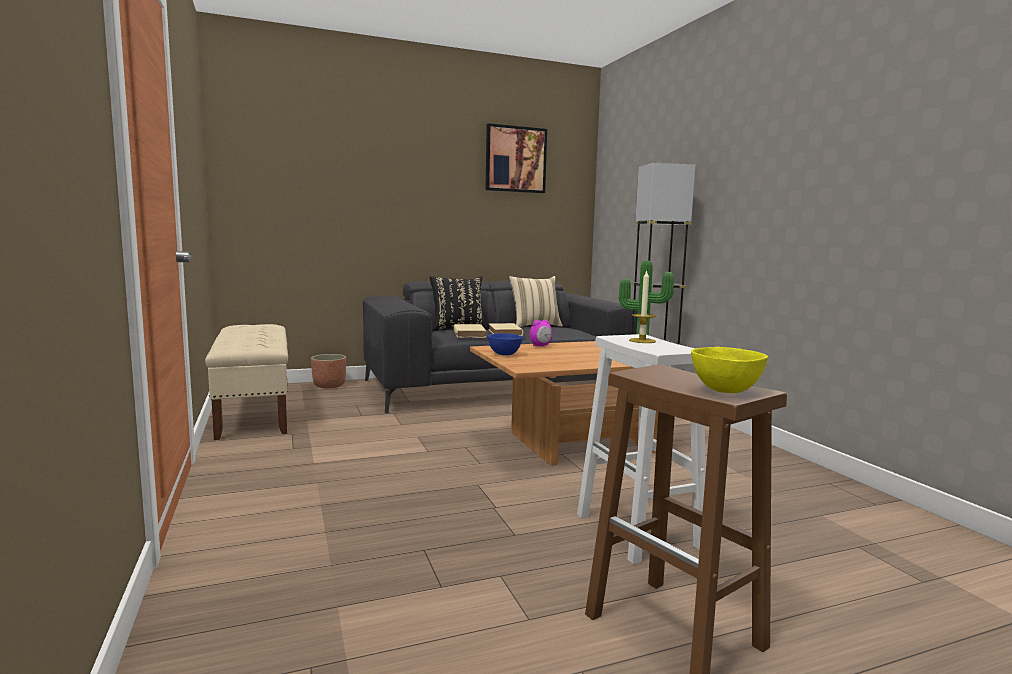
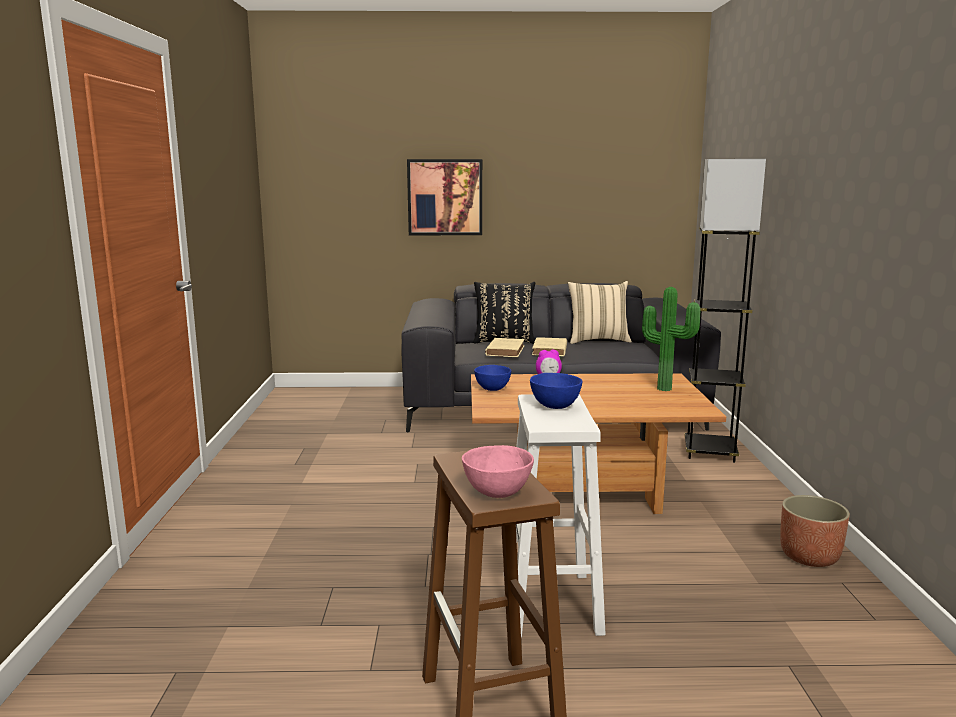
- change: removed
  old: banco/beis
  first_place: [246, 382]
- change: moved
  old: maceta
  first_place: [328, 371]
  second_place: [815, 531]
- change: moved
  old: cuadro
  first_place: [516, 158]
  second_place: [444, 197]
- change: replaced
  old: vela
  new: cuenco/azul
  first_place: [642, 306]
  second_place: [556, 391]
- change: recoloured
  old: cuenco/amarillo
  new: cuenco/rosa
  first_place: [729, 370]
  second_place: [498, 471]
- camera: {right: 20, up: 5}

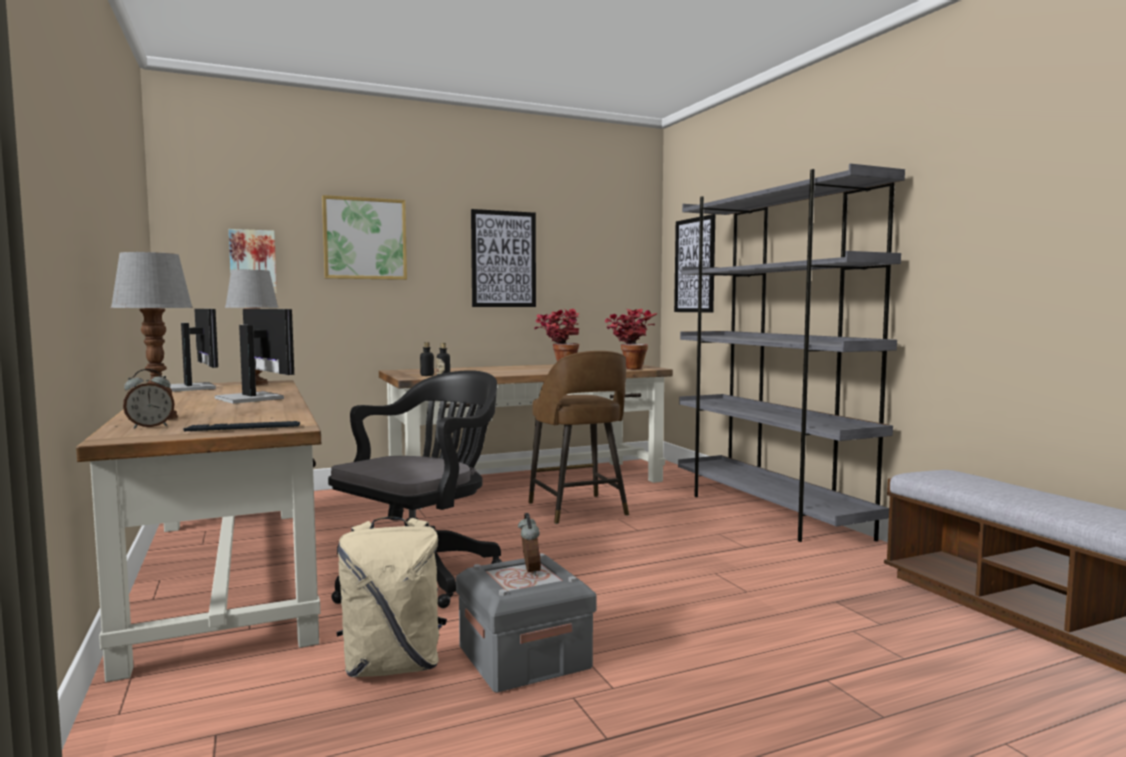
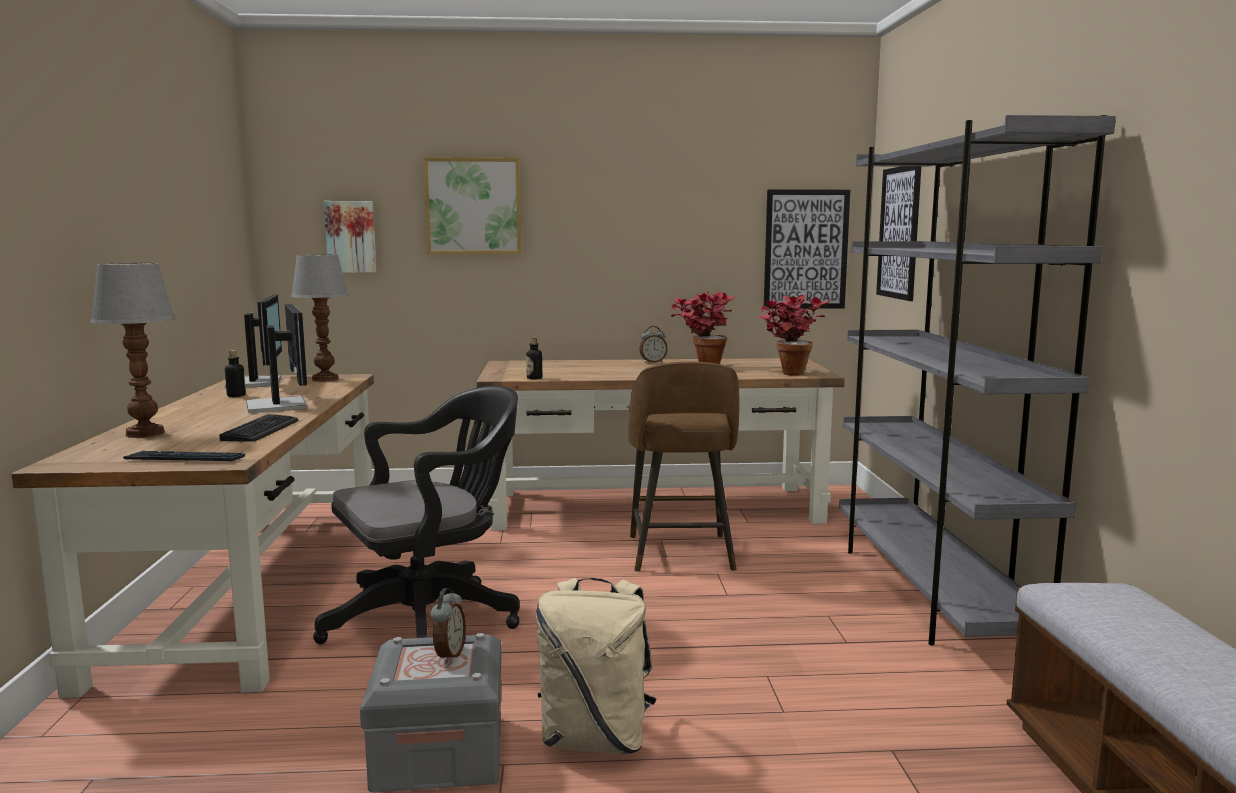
- change: moved
  old: despertador
  first_place: [149, 399]
  second_place: [653, 344]
- change: moved
  old: mochila/beis
  first_place: [391, 597]
  second_place: [596, 666]
- change: moved
  old: botella
  first_place: [427, 359]
  second_place: [235, 373]
- change: moved
  old: cuadro
  first_place: [503, 258]
  second_place: [807, 249]
- change: added
  new: teclado
  second_place: [258, 428]
- camera: {right: 20, up: 5}

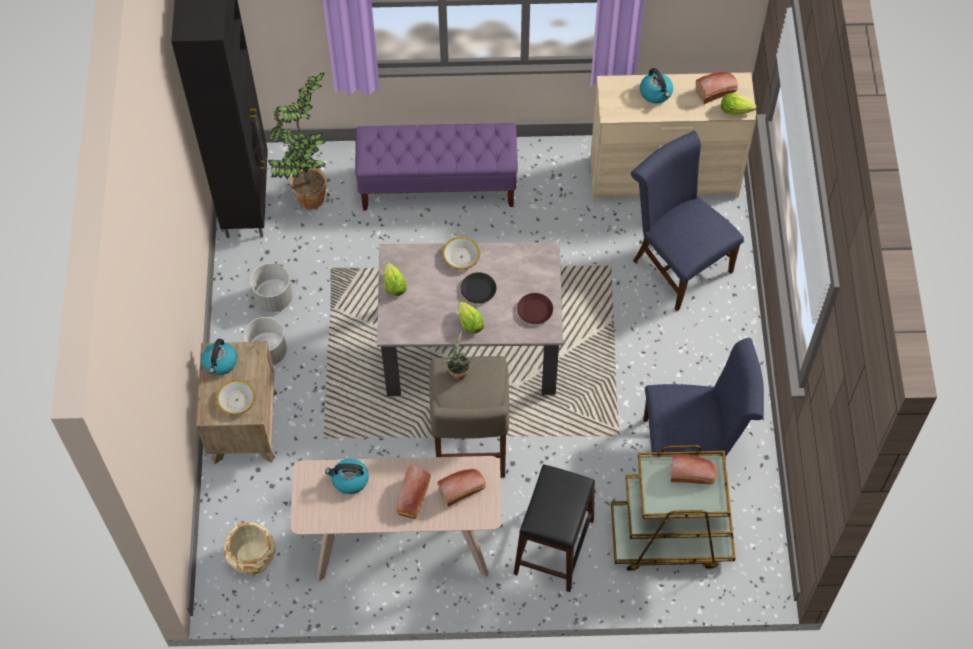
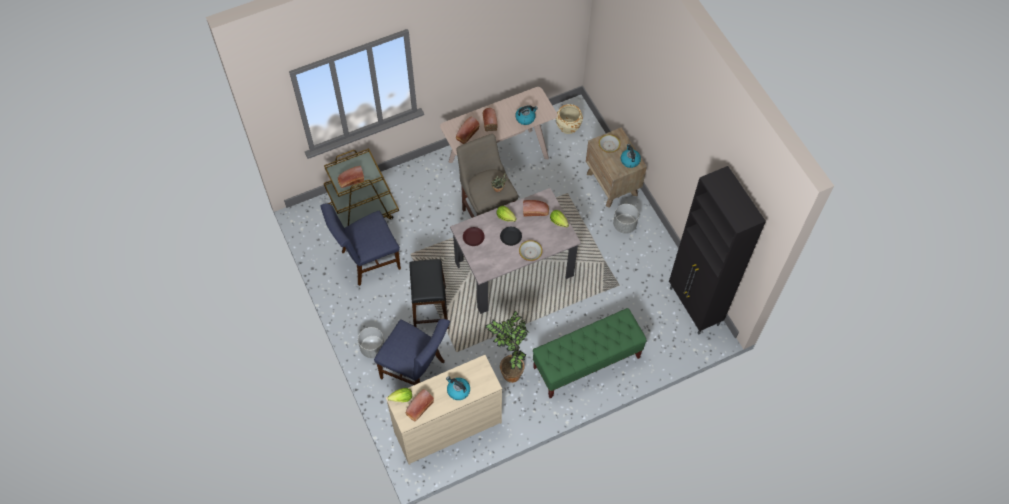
- change: moved
  old: maceta/gris
  first_place: [271, 287]
  second_place: [371, 342]
- change: moved
  old: planta en maceta
  first_place: [297, 141]
  second_place: [507, 347]
- change: recoloured
  old: banco/morado
  new: banco/verde
  first_place: [436, 166]
  second_place: [589, 353]
- change: moved
  old: taburete/negro
  first_place: [554, 528]
  second_place: [429, 294]
- change: added
  new: pan
  second_place: [536, 208]
- camera: {right: 155, up: 0}

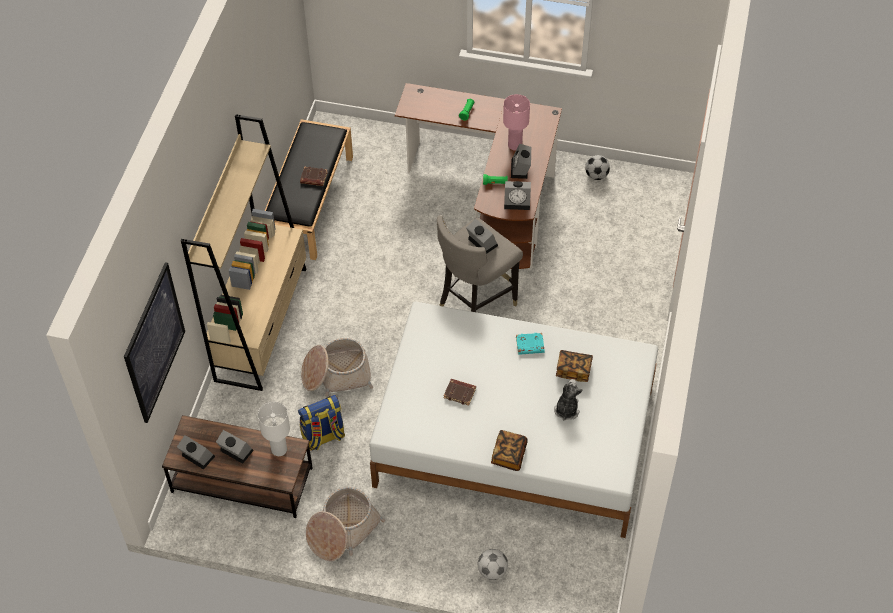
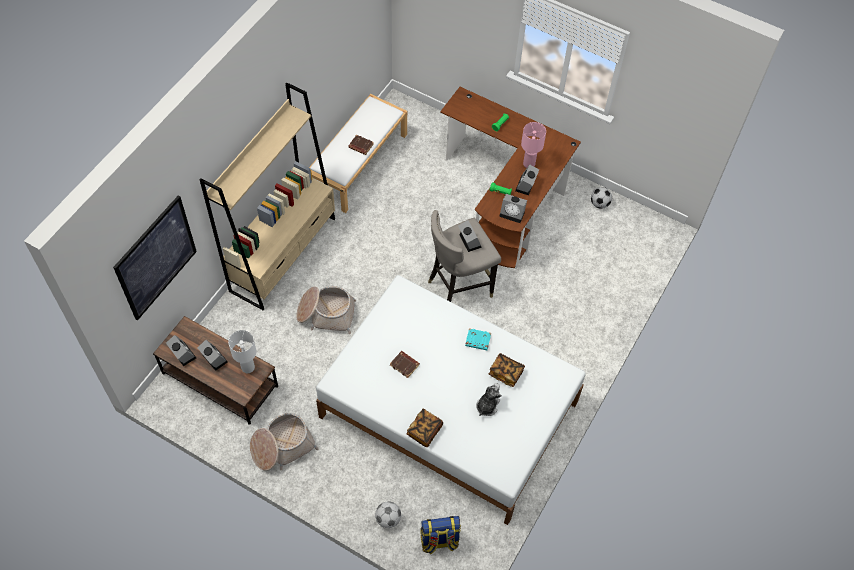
- change: recoloured
  old: banco/negro
  new: banco/blanco
  first_place: [309, 189]
  second_place: [358, 153]
- change: moved
  old: mochila
  first_place: [321, 423]
  second_place: [441, 535]
- camera: {right: 15, up: 5}

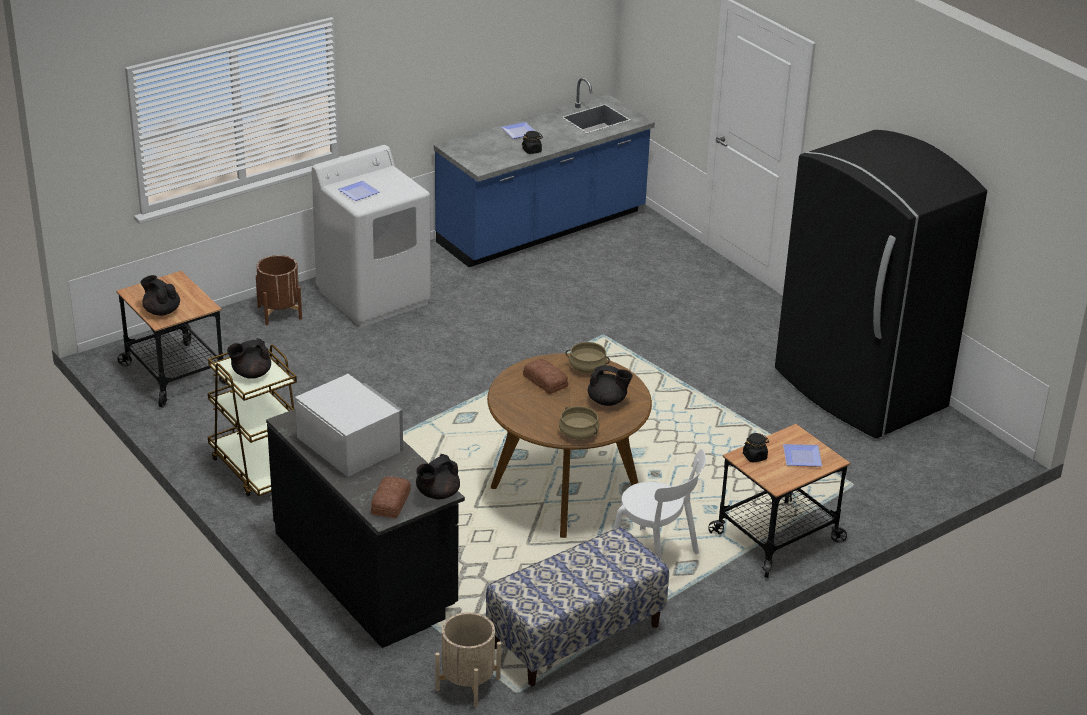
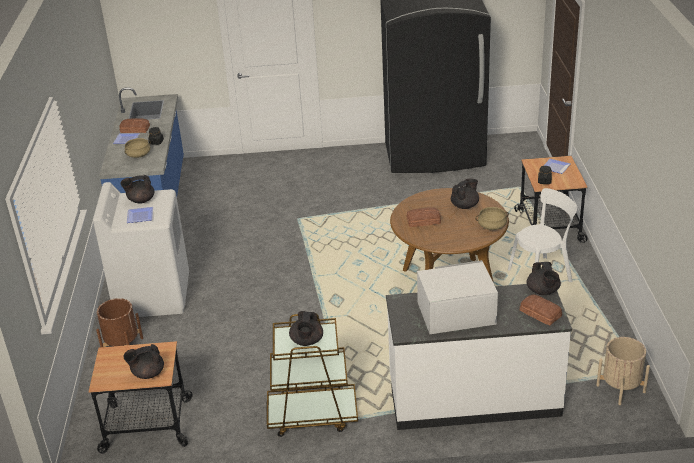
- change: recoloured
  old: mueble bajo de cocina/negro
  new: mueble bajo de cocina/blanco
  first_place: [365, 528]
  second_place: [479, 357]
- change: removed
  old: banco
  first_place: [577, 607]
- change: moved
  old: olla/beis
  first_place: [588, 357]
  second_place: [138, 148]
- change: added
  new: pan
  second_place: [135, 125]
- change: added
  new: tetera/negro
  second_place: [137, 189]
- camera: {right: -55, up: 0}

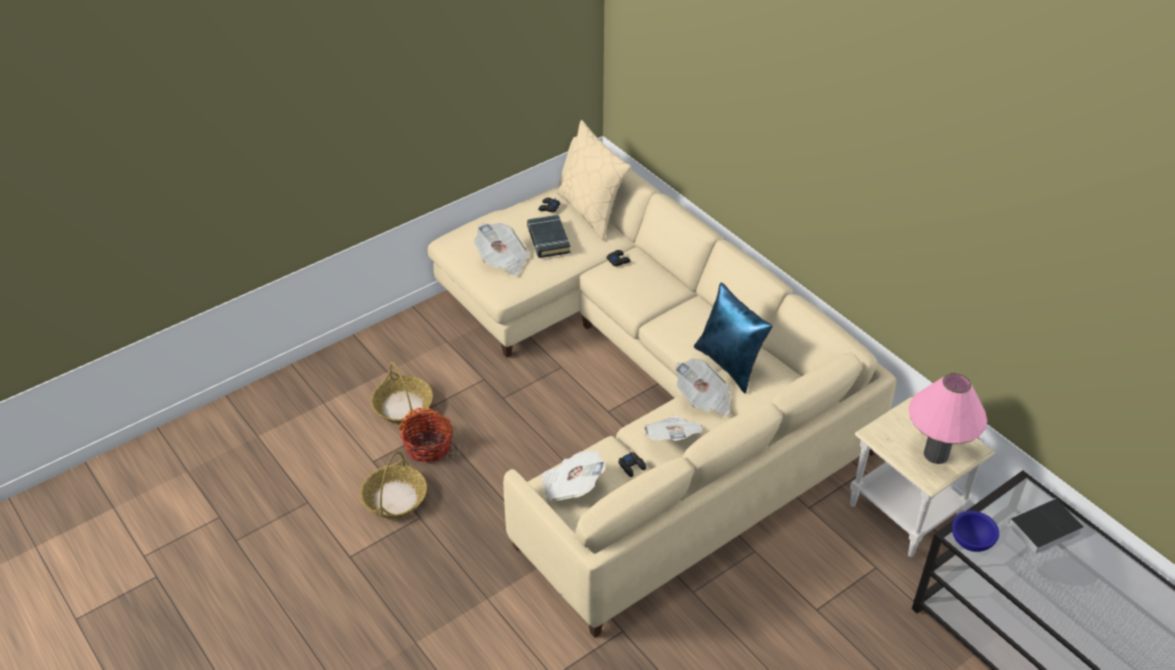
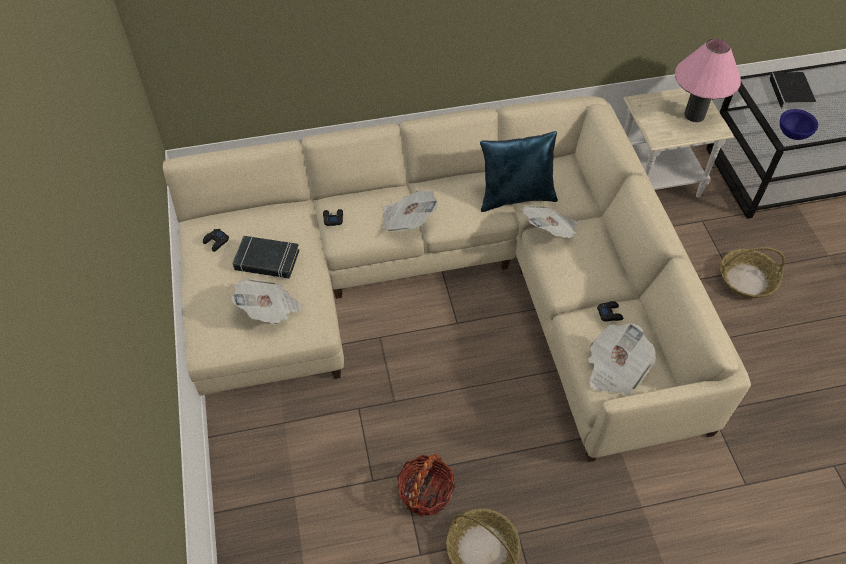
- change: moved
  old: cesta
  first_place: [402, 393]
  second_place: [752, 272]
- change: removed
  old: cojín/beis
  first_place: [593, 180]
- change: moved
  old: periódico
  first_place: [673, 428]
  second_place: [410, 211]
- camera: {right: -65, up: 10}

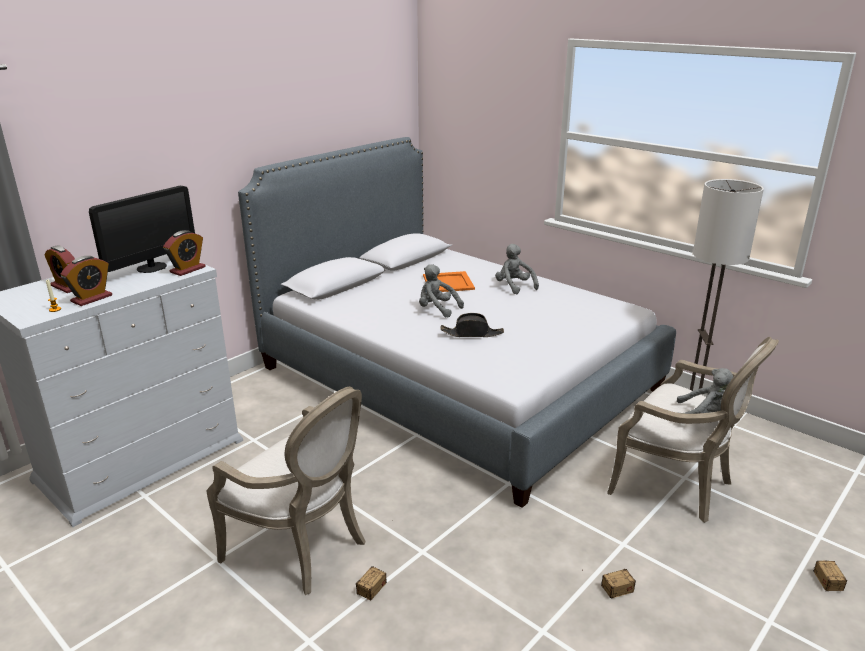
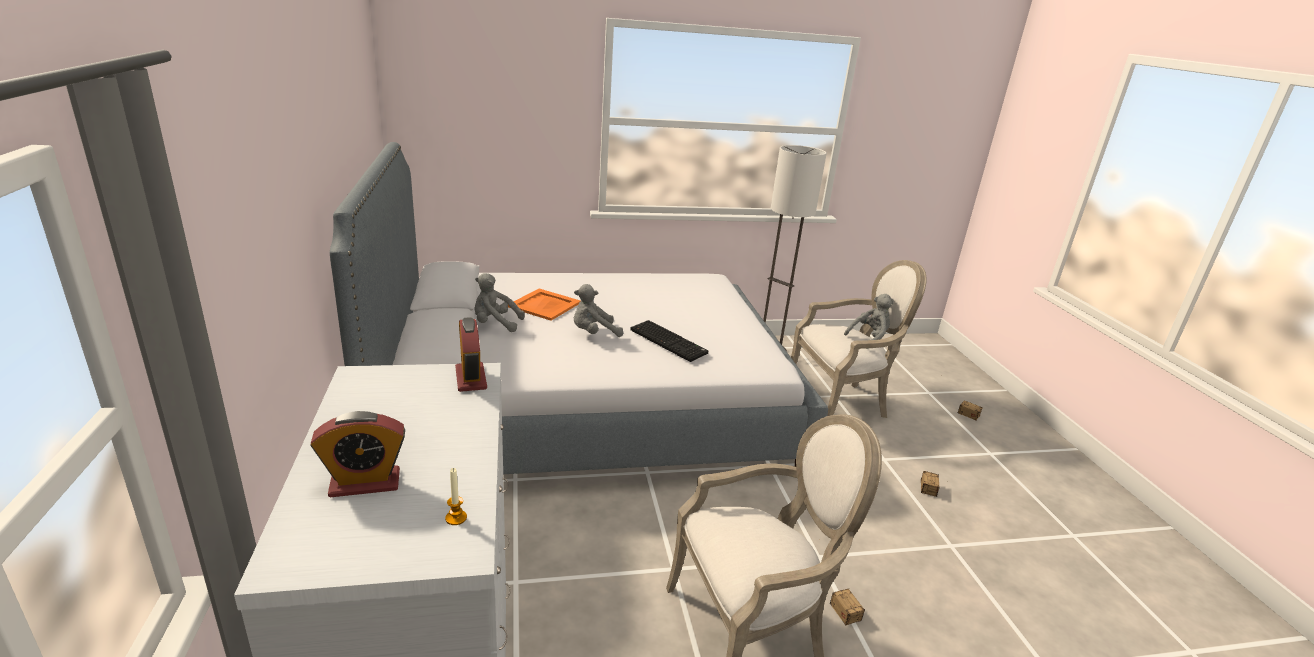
- change: removed
  old: despertador
  first_place: [86, 281]
- change: removed
  old: monitor
  first_place: [142, 229]
- change: replaced
  old: sombrero/negro
  new: teclado
  first_place: [472, 325]
  second_place: [669, 341]
- change: moved
  old: peluche/gris
  first_place: [517, 269]
  second_place: [499, 302]
- camera: {right: -55, up: 0}

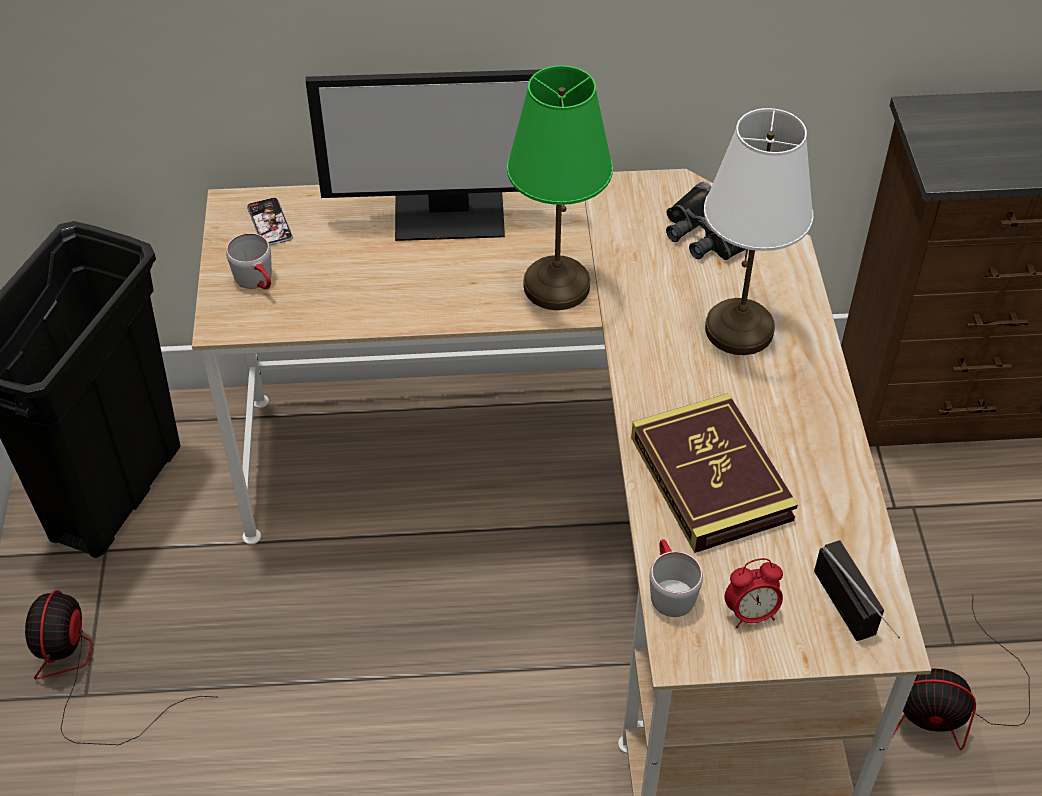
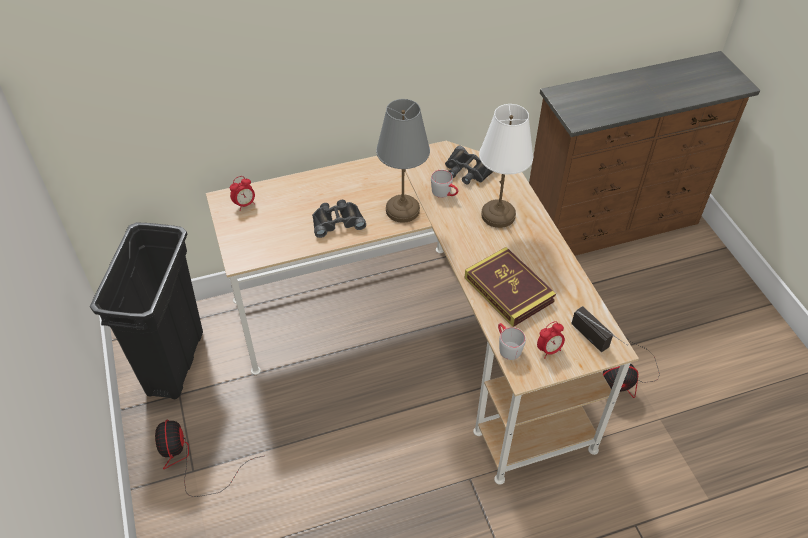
- change: moved
  old: taza grande/gris
  first_place: [249, 261]
  second_place: [444, 184]
- change: replaced
  old: móvil
  new: despertador
  first_place: [270, 221]
  second_place: [242, 193]
- change: removed
  old: monitor
  first_place: [424, 155]
- change: recoloured
  old: lámpara de mesa/verde
  new: lámpara de mesa/gris
  first_place: [560, 187]
  second_place: [403, 161]
- change: added
  new: prismáticos/negro
  second_place: [339, 219]
- camera: {right: -15, up: 0}

